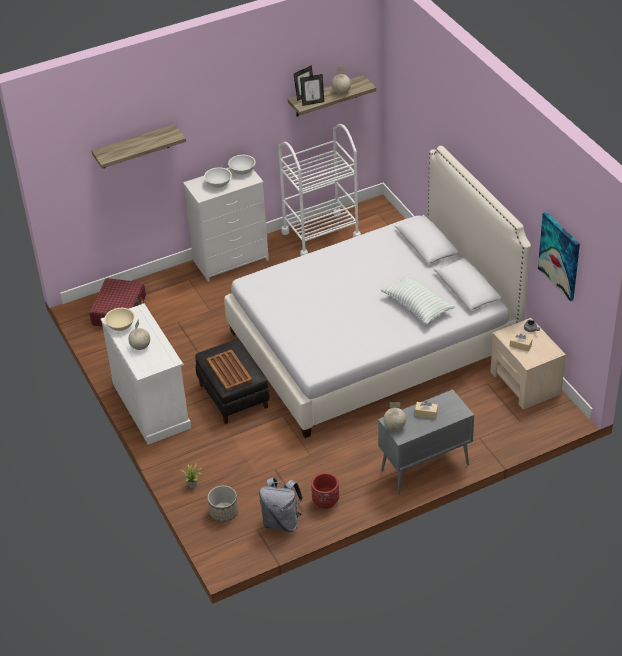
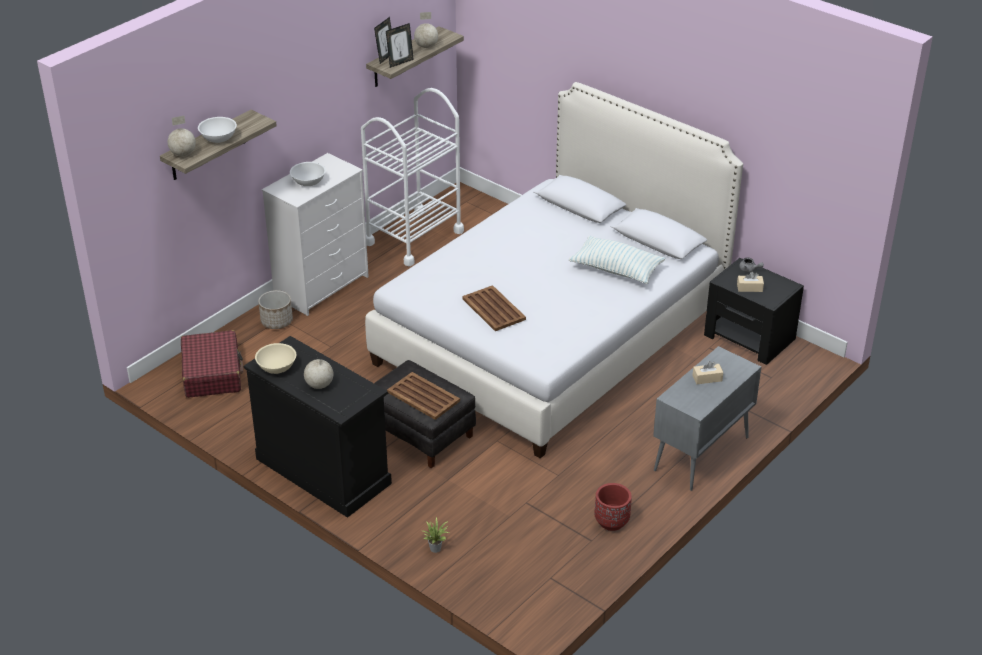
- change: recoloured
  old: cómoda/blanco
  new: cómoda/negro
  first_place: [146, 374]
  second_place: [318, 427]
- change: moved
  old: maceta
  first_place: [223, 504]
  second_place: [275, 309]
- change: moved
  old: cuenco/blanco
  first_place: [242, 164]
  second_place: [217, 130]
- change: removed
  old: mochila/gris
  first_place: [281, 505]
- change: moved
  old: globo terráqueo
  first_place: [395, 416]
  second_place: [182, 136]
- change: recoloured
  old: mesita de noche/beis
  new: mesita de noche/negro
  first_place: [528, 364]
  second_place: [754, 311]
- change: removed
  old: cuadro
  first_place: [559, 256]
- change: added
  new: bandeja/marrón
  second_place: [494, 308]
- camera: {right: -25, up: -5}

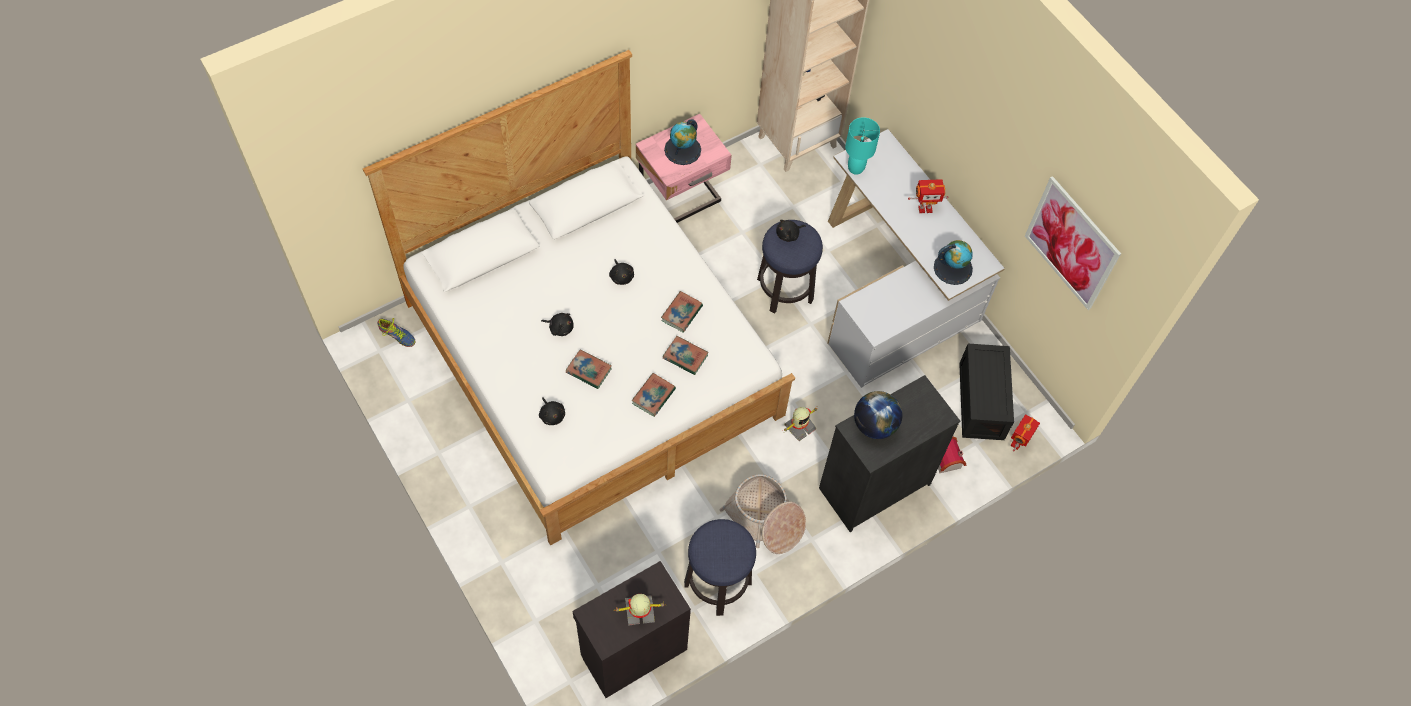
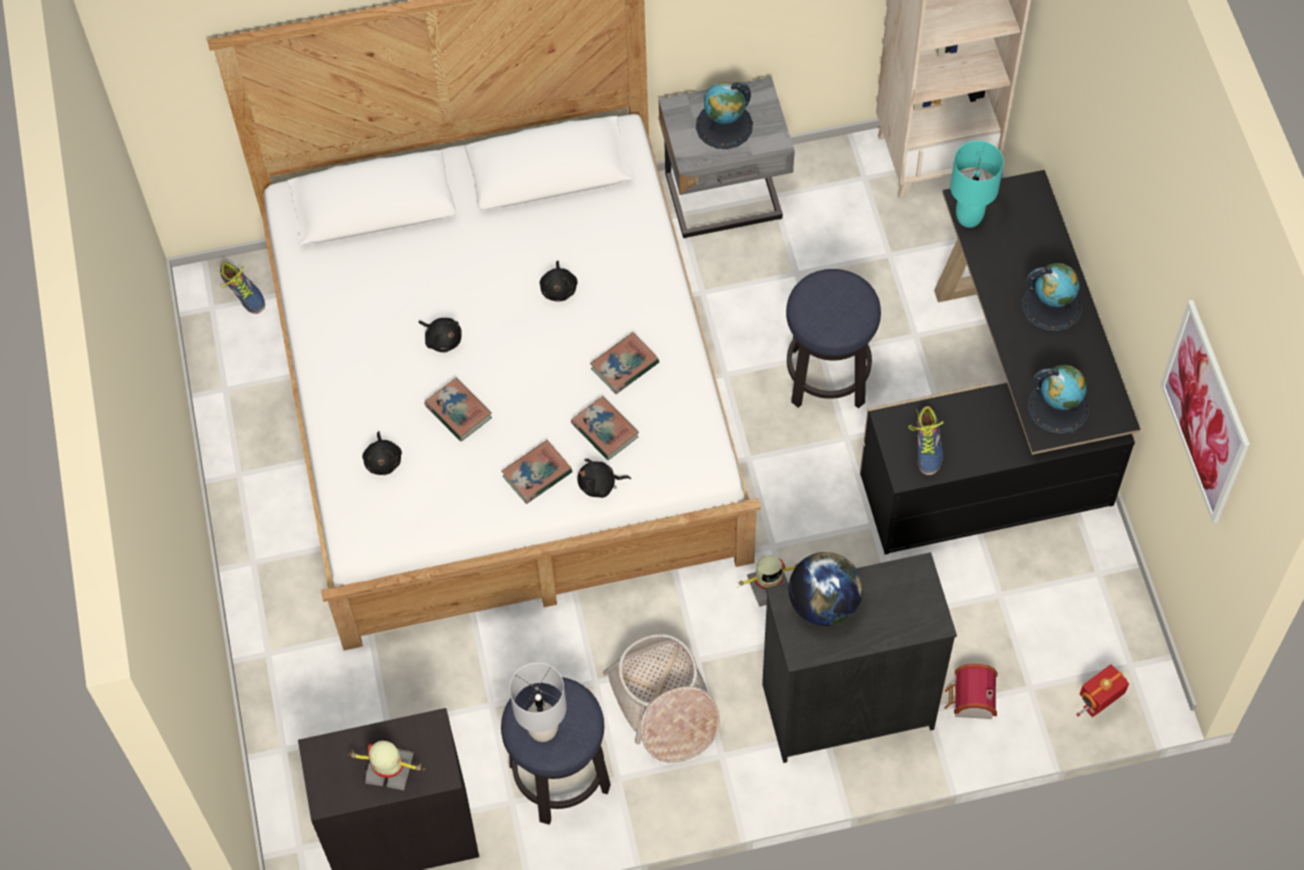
- change: recoloured
  old: mesita de noche/rosa
  new: mesita de noche/gris
  first_place: [684, 168]
  second_place: [727, 157]
- change: moved
  old: peluche/negro
  first_place: [791, 231]
  second_place: [604, 478]
- change: recoloured
  old: escritorio/blanco
  new: escritorio/negro
  first_place: [916, 258]
  second_place: [1000, 362]
- change: replaced
  old: robot de juguete
  new: globo terráqueo
  first_place: [928, 196]
  second_place: [1052, 297]
- change: removed
  old: caja de almacenaje/negro
  first_place: [986, 392]
- change: added
  new: lámpara de mesa/gris
  second_place: [537, 702]
- change: added
  new: zapato
  second_place: [926, 440]
- camera: {right: 25, up: 0}

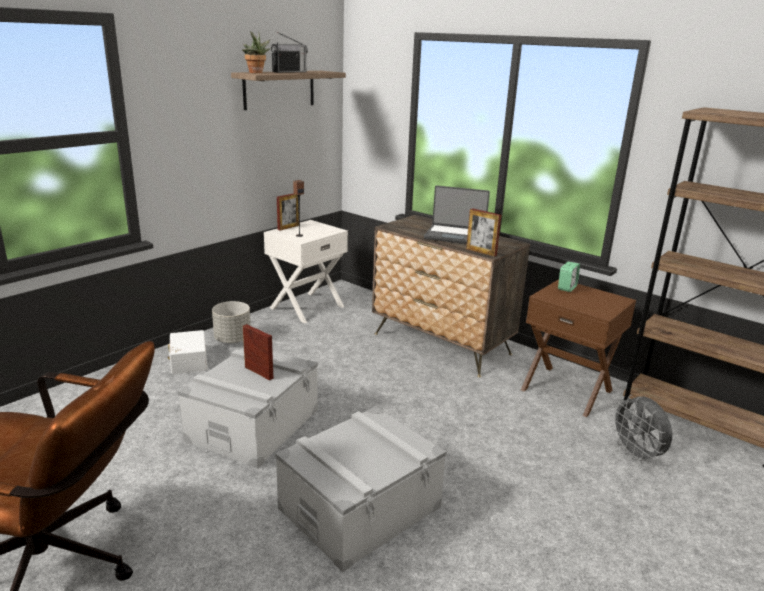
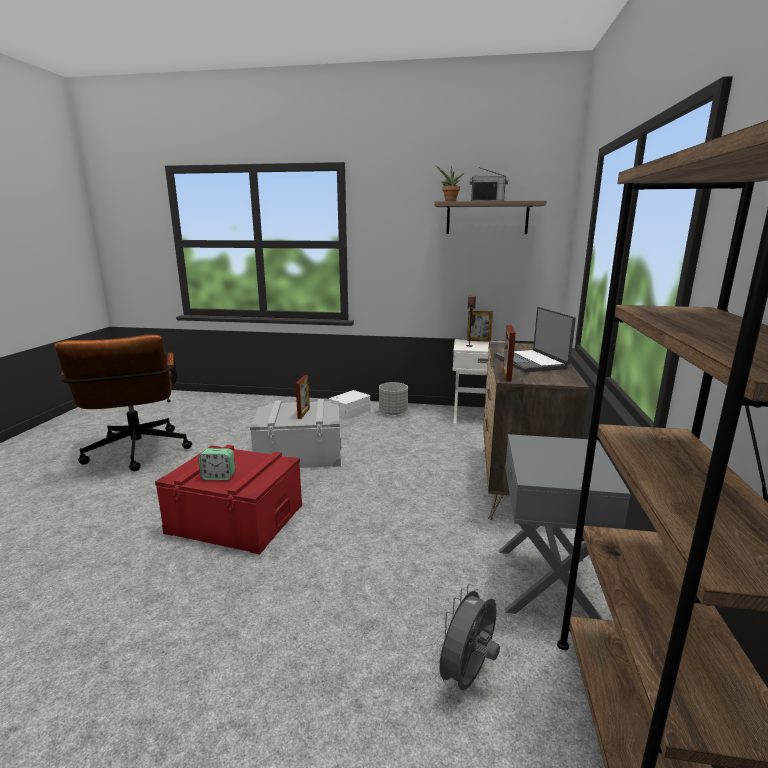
- change: recoloured
  old: caja de almacenaje/gris
  new: caja de almacenaje/rojo
  first_place: [360, 489]
  second_place: [228, 499]
- change: recoloured
  old: mesita de noche/marrón
  new: mesita de noche/gris
  first_place: [578, 348]
  second_place: [565, 527]
- change: moved
  old: despertador
  first_place: [569, 277]
  second_place: [216, 464]
- camera: {right: 60, up: -5}

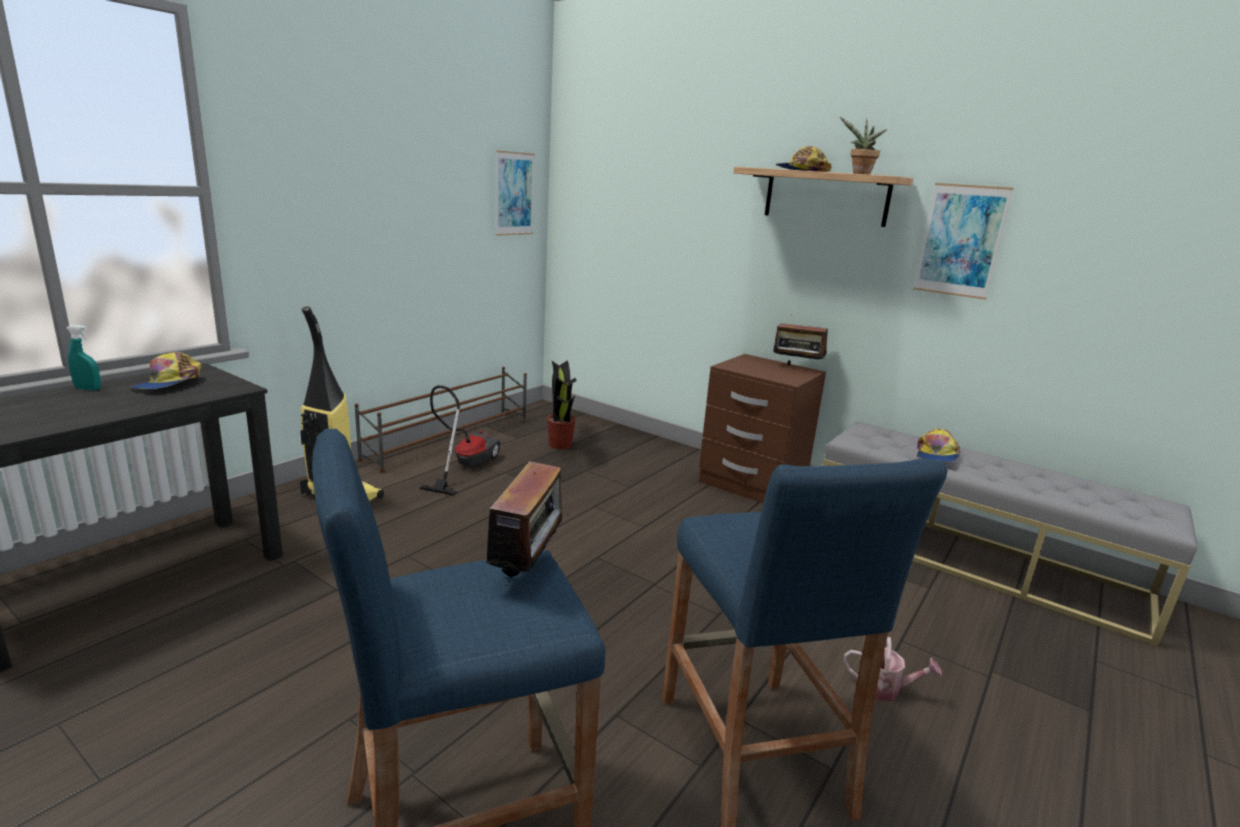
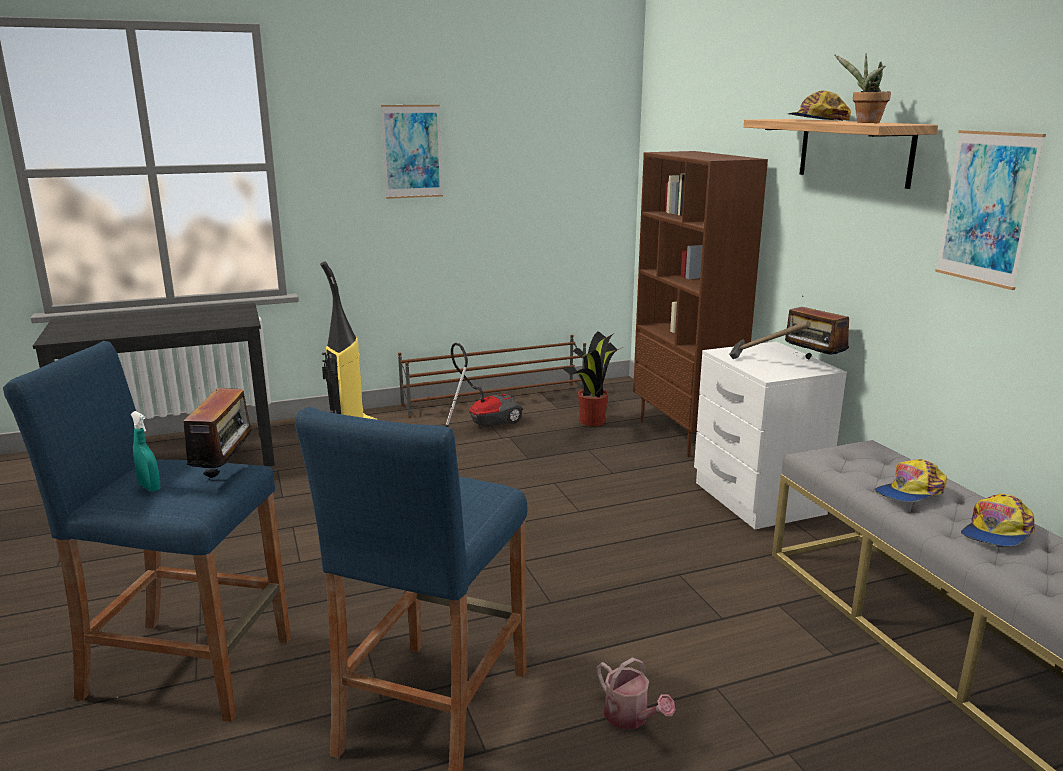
- change: moved
  old: pulverizador/turquesa
  first_place: [84, 357]
  second_place: [145, 451]
- change: moved
  old: gorra
  first_place: [166, 371]
  second_place: [998, 520]
- change: turned
  old: radio
  first_place: [523, 523]
  second_place: [216, 435]
  degrees: -45
- change: moved
  old: cuadro
  first_place: [515, 193]
  second_place: [411, 152]
- change: recoloured
  old: mesita de noche/marrón
  new: mesita de noche/blanco
  first_place: [762, 428]
  second_place: [770, 435]
- change: added
  new: estantería/marrón
  second_place: [700, 304]
- change: added
  new: martillo
  second_place: [770, 339]
- camera: {right: 35, up: 0}

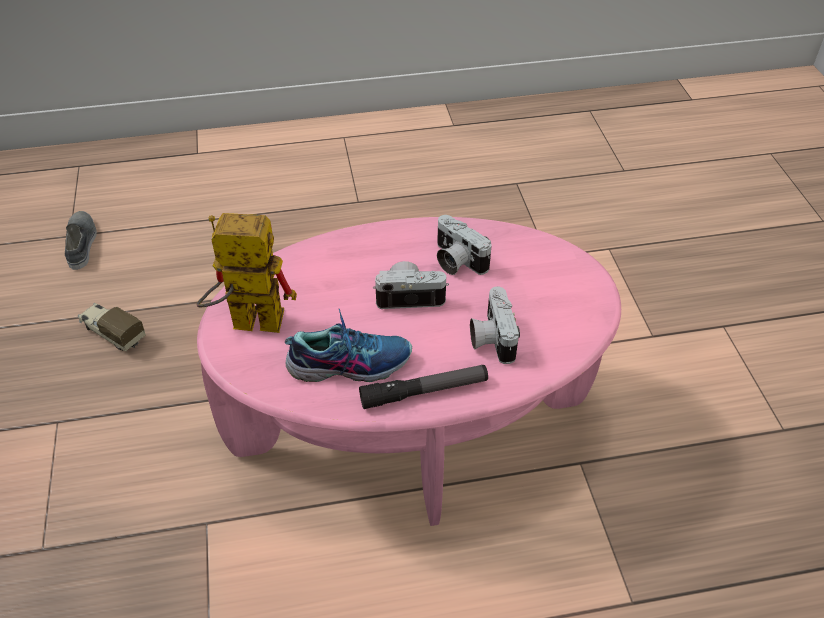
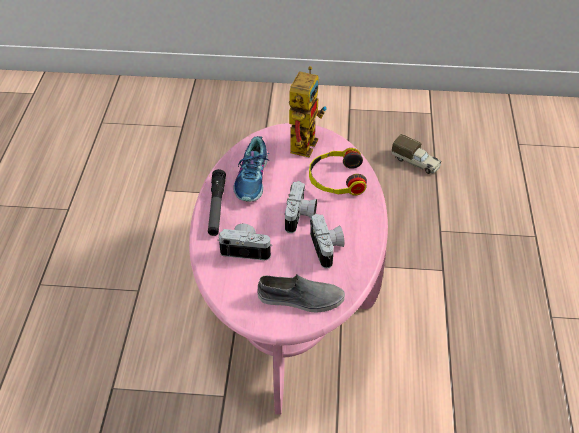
- change: moved
  old: zapato/gris
  first_place: [81, 240]
  second_place: [301, 293]
- change: turned
  old: camión de juguete
  first_place: [112, 327]
  second_place: [416, 154]
  degrees: 75
- change: turned
  old: cámara
  first_place: [464, 245]
  second_place: [327, 241]
  degrees: 105
- change: added
  new: auriculares
  second_place: [338, 172]
- camera: {right: 105, up: 0}

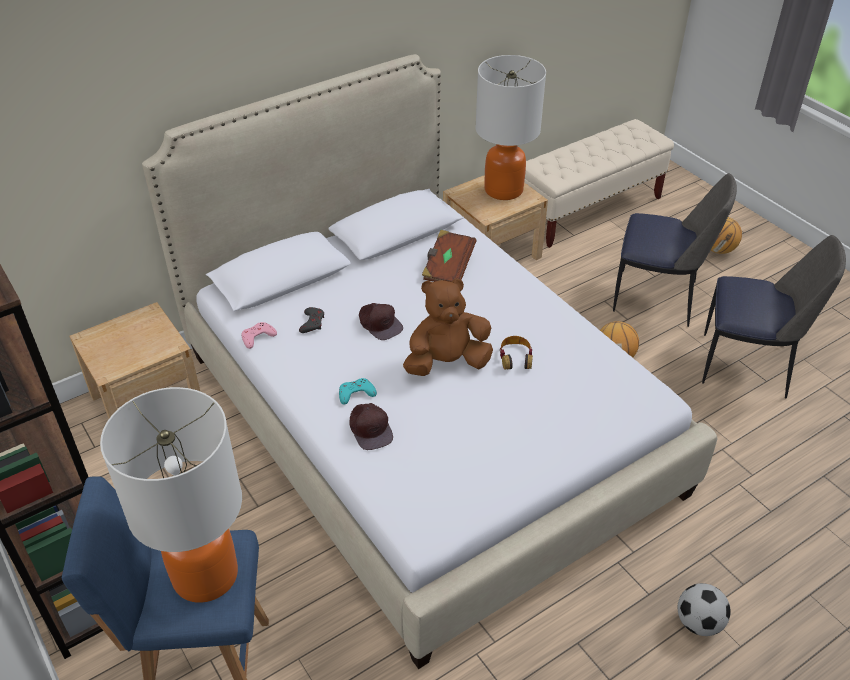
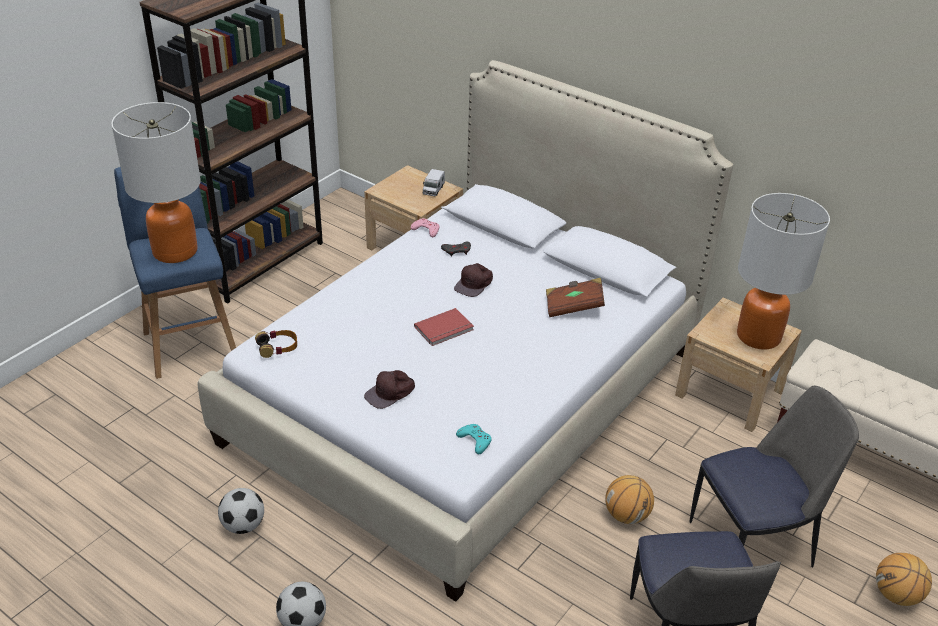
- change: moved
  old: mando de consola/turquesa
  first_place: [358, 391]
  second_place: [474, 439]
- change: moved
  old: gorra/marrón
  first_place: [371, 426]
  second_place: [389, 389]
- change: replaced
  old: peluche/marrón
  new: libro/rojo
  first_place: [448, 327]
  second_place: [444, 327]
- change: moved
  old: auriculares
  first_place: [516, 353]
  second_place: [276, 344]
- change: turned
  old: silla
  first_place: [675, 250]
  second_place: [774, 476]
  degrees: -105
- change: added
  new: balón de fútbol
  second_place: [241, 511]
- change: added
  new: camión de juguete
  second_place: [434, 182]
- camera: {right: 70, up: -5}

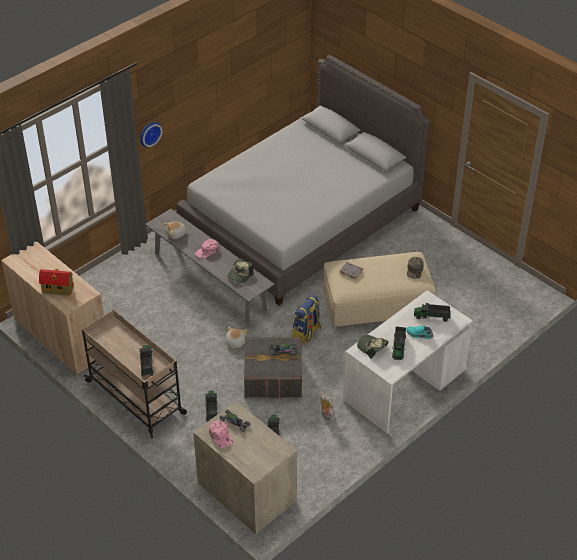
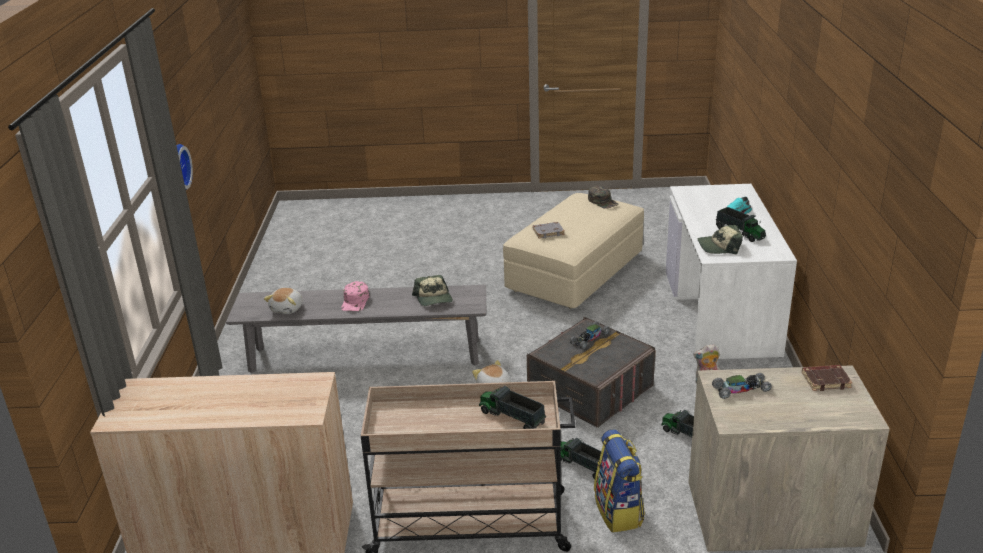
- change: removed
  old: casita
  first_place: [56, 282]
- change: removed
  old: cama/gris
  first_place: [303, 180]
- change: removed
  old: gorra/rosa
  first_place: [221, 434]
- change: moved
  old: mochila
  first_place: [306, 319]
  second_place: [619, 481]
- change: removed
  old: camión de juguete
  first_place: [432, 312]
- change: added
  new: libro/marrón
  second_place: [827, 378]
- camera: {right: -45, up: -15}

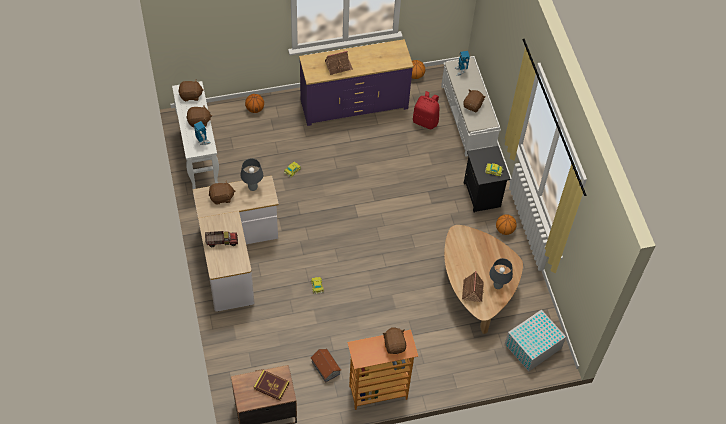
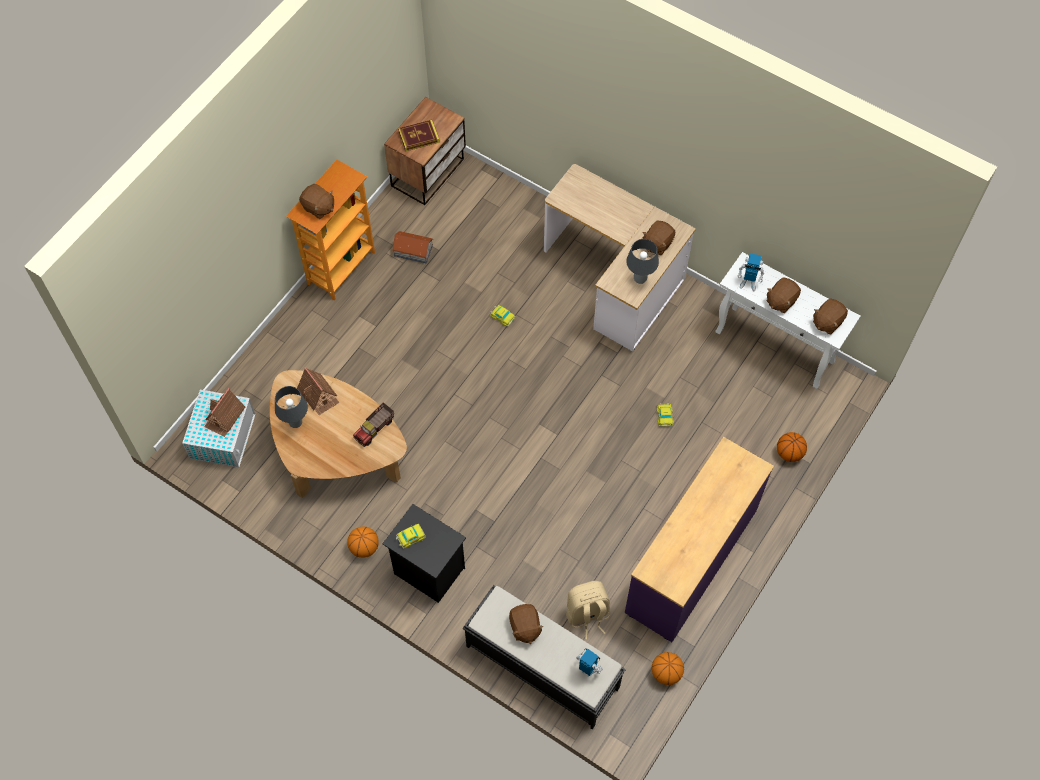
- change: moved
  old: camión de juguete
  first_place: [221, 239]
  second_place: [373, 424]
- change: moved
  old: casita
  first_place: [339, 63]
  second_place: [224, 412]
- change: recoloured
  old: mochila/rojo
  new: mochila/beis
  first_place: [426, 110]
  second_place: [588, 610]
- change: recoloured
  old: banco/blanco
  new: banco/negro
  first_place: [471, 106]
  second_place: [544, 657]
- camera: {right: 140, up: 5}

